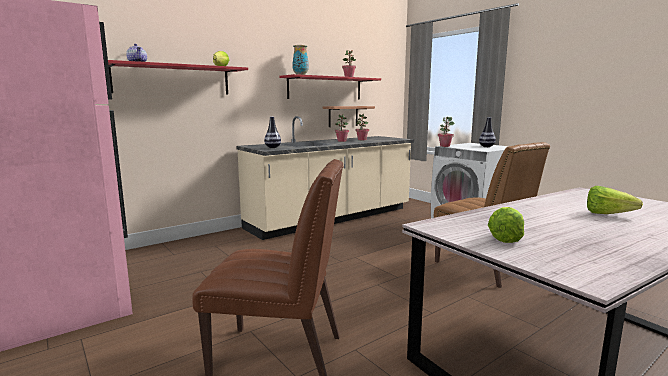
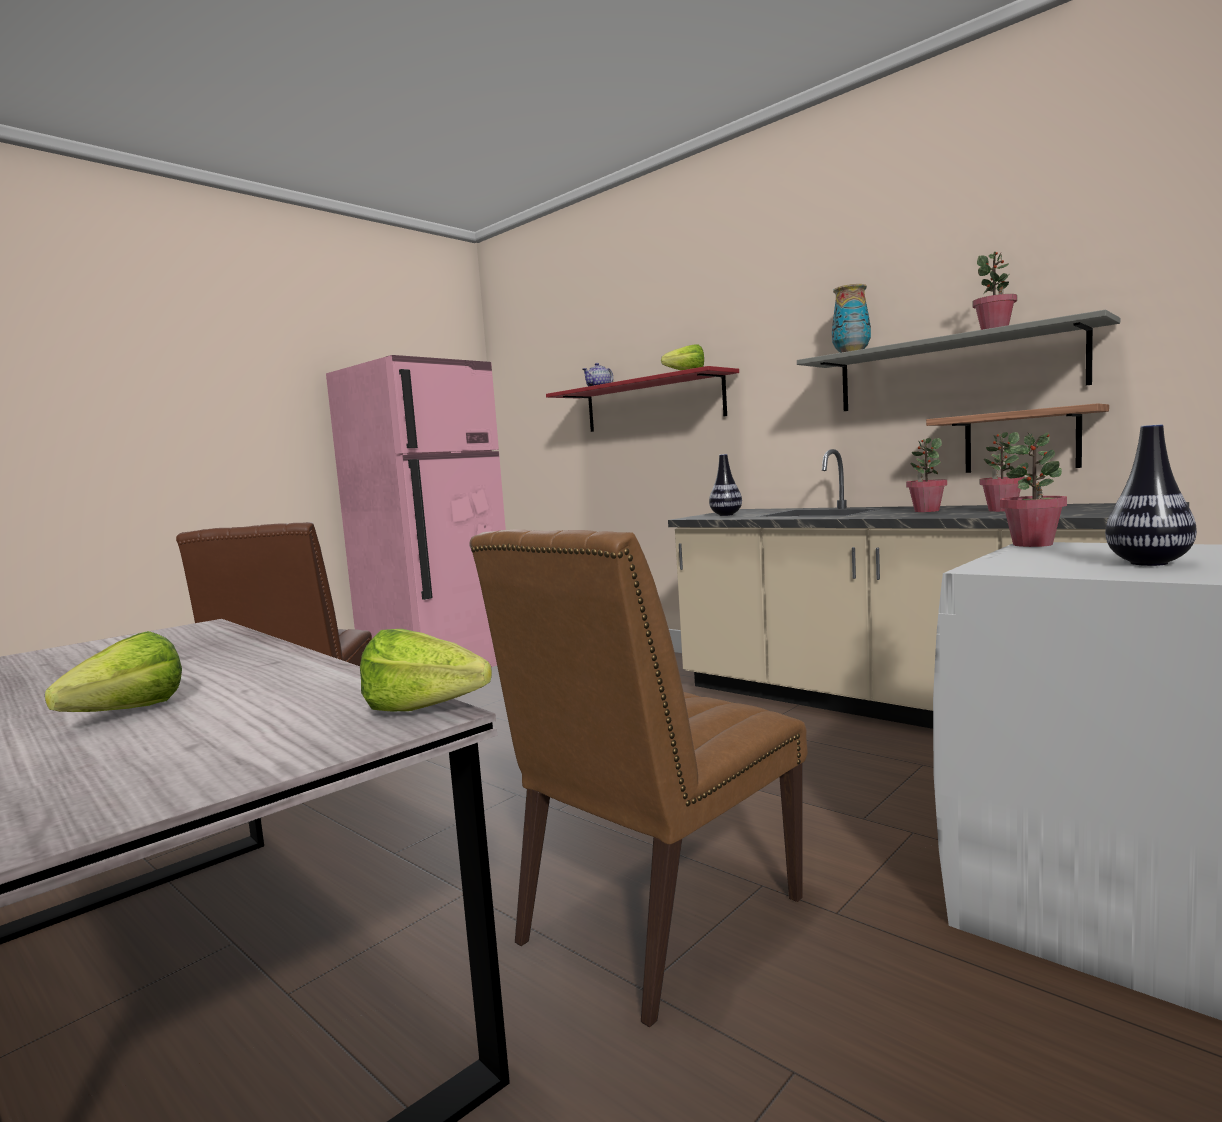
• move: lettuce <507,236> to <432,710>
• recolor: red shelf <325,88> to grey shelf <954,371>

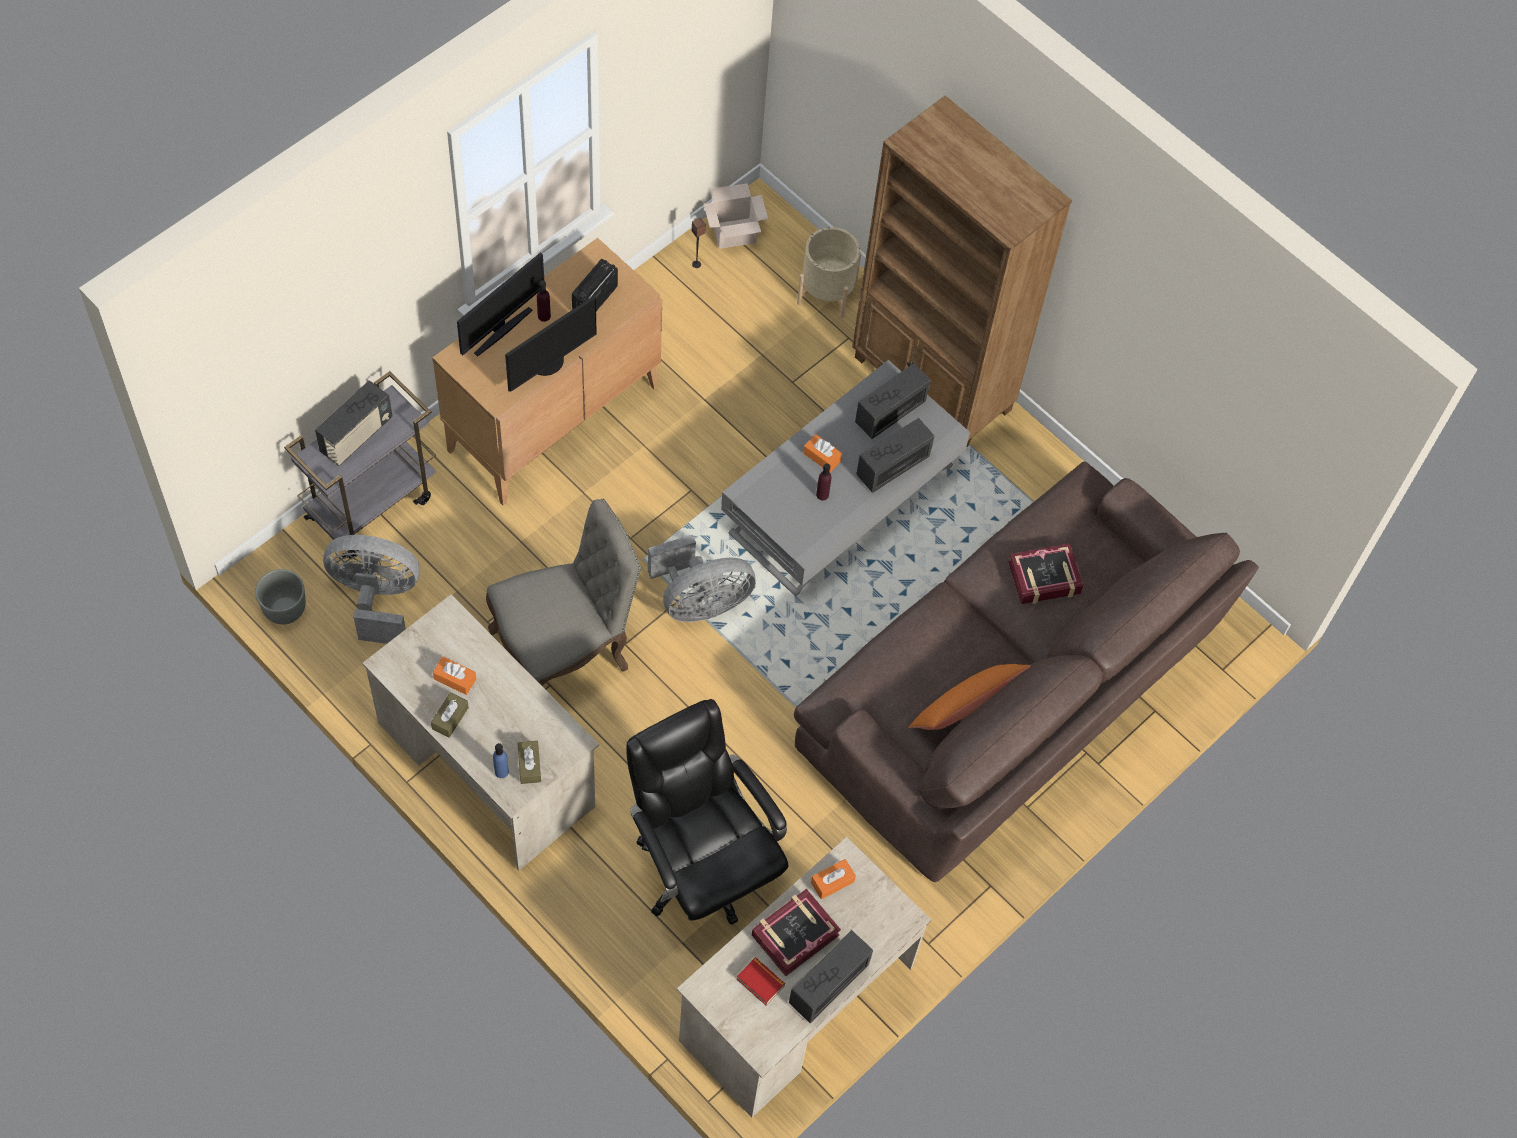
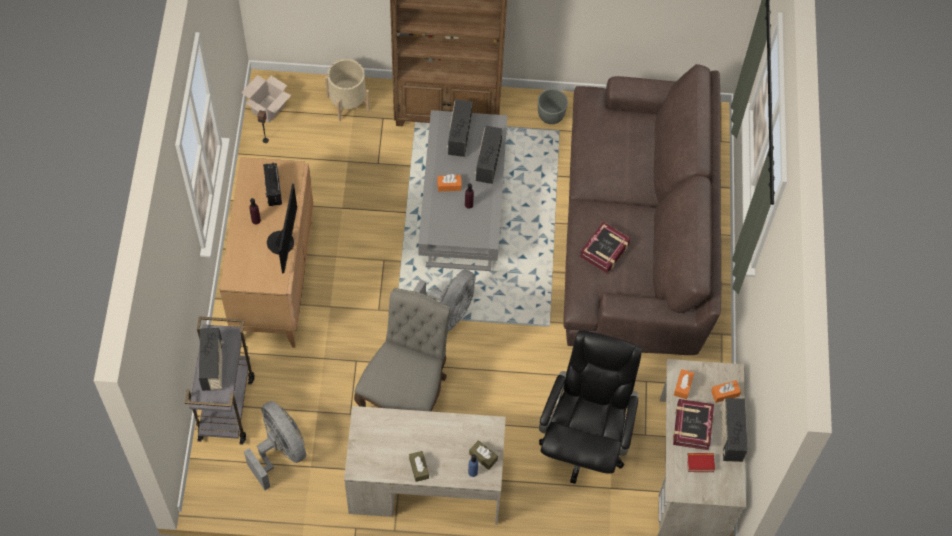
• delete: monitor <501,330>
• delete: orange pillow <965,708>
• move: grey planter <284,609> to <550,116>
• move: orange tissue box <455,679> to <725,393>
• move: book <1044,578> to <605,250>
• rotate: grey fan <377,599> = <280,451> 90 degrees clockwise
• rotate: black office chair <701,870> = <583,445> 90 degrees clockwise

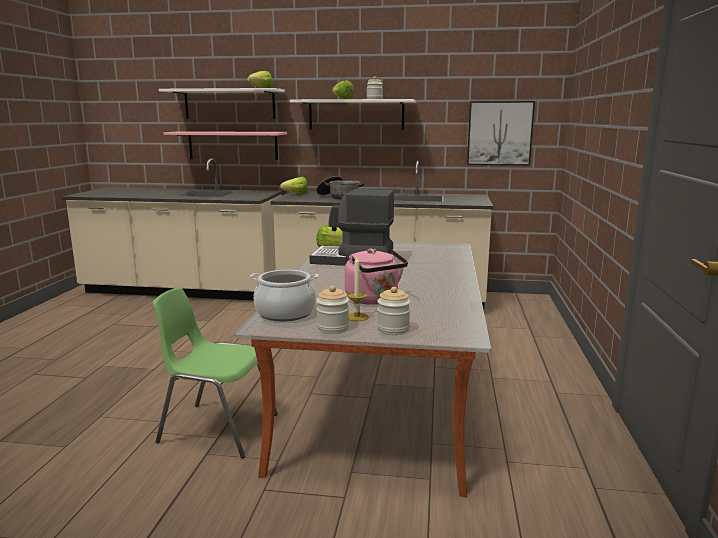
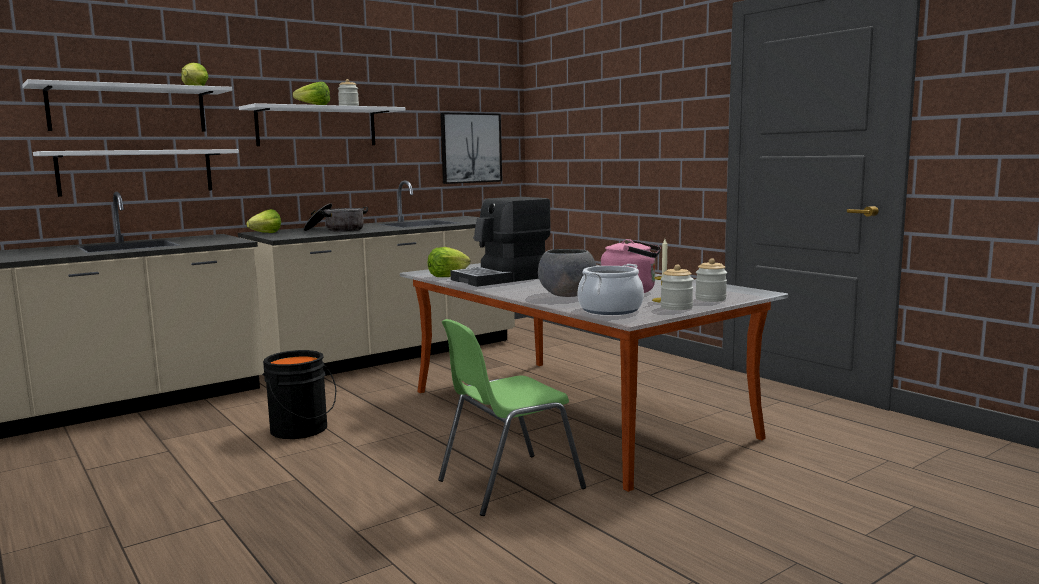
• insert: black bucket <301,430>
• insert: grey bowl <567,294>
• recolor: pink shelf <233,145> to white shelf <136,172>

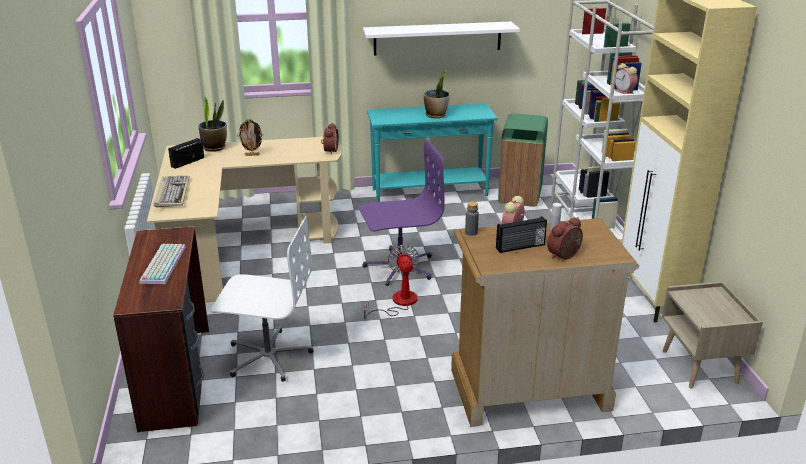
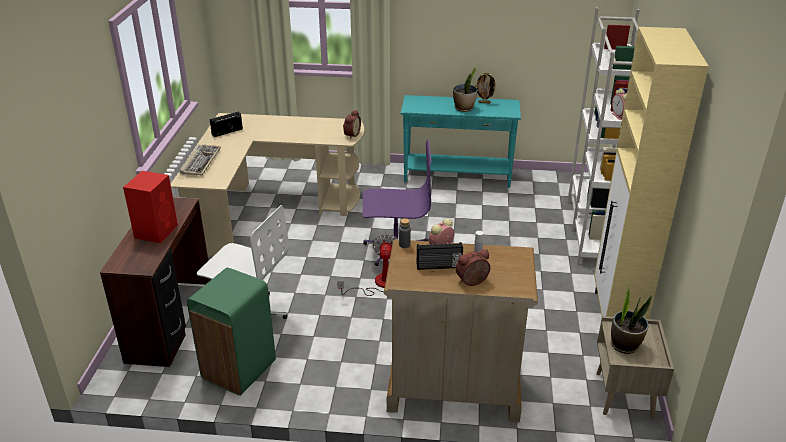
• delete: white shelf <437,38>
• move: potted plant <214,147> to <625,345>
• move: picture frame <252,155> to <484,102>
• move: green trash can <519,196> to <238,370>
• replace: keyboard <162,264> to red speaker <156,231>

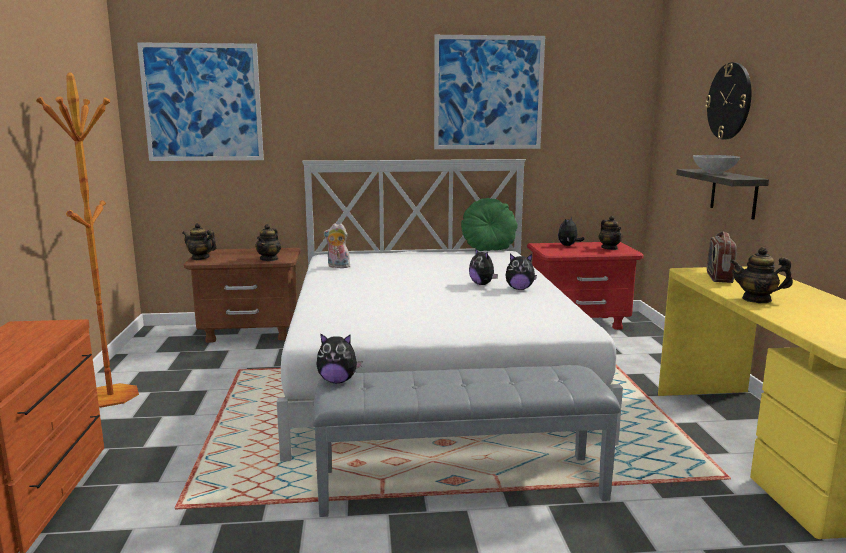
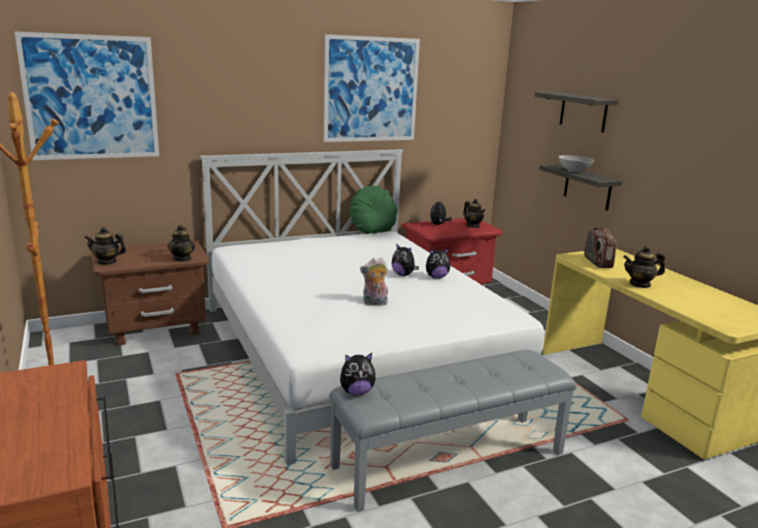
• move: plush toy <337,267> to <374,303>
• replace: wall clock <729,101> to shelf <583,112>

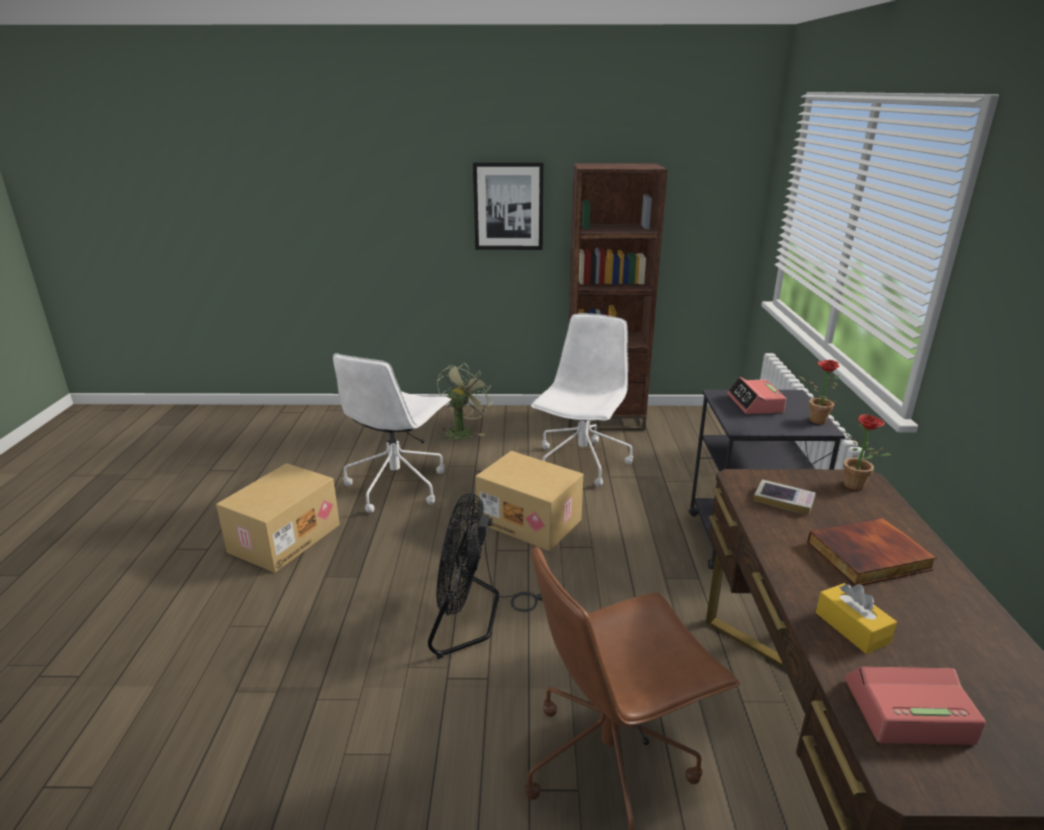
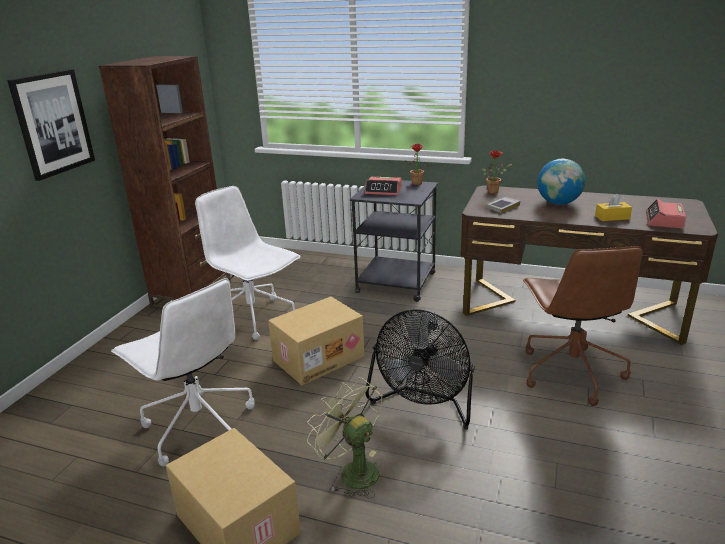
• move: green fan <462,431> to <352,471>
• replace: book <869,557> to globe <558,203>

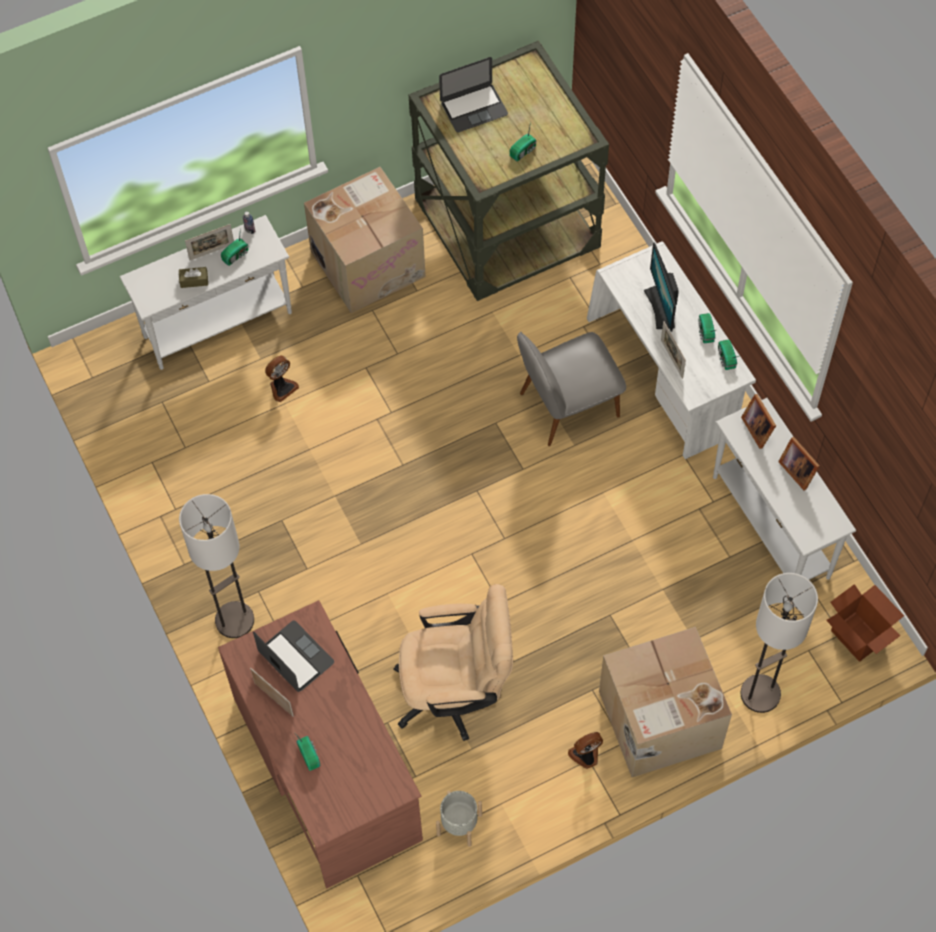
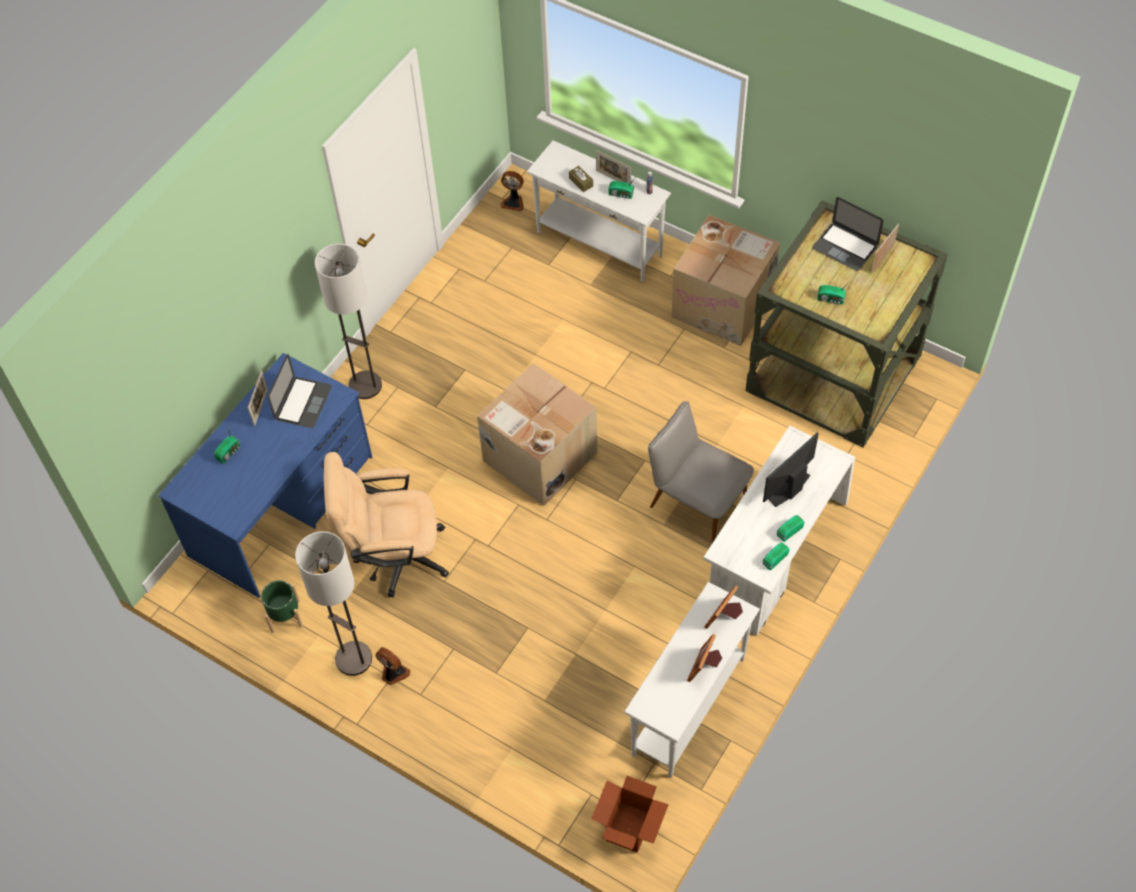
• move: fan <282,387> to <513,202>
• move: cardboard box <659,721> to <538,457>
• move: picture frame <671,359> to <882,259>
• move: floor lamp <760,694> to <353,659>
• recolor: brown desk <327,768> to blue desk <282,506>
• recolor: grey planter <459,825> to green planter <285,616>
• rotate: beige office chair <456,693> = <393,556> 120 degrees clockwise

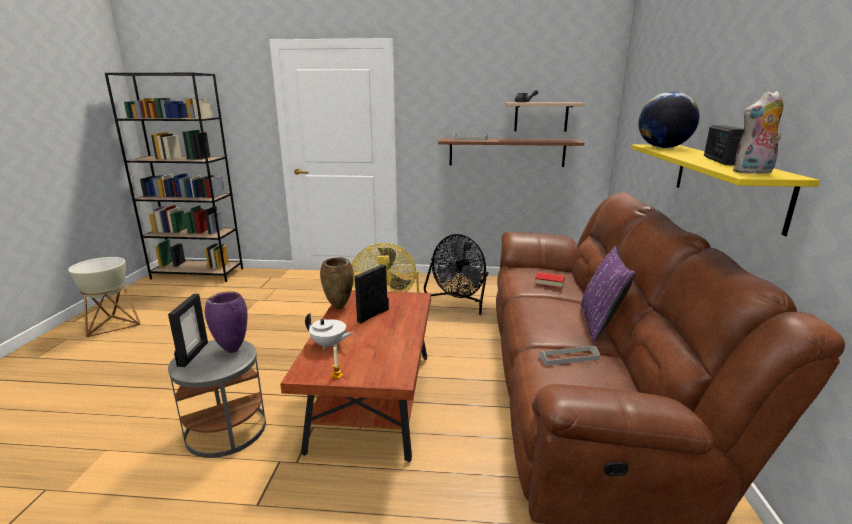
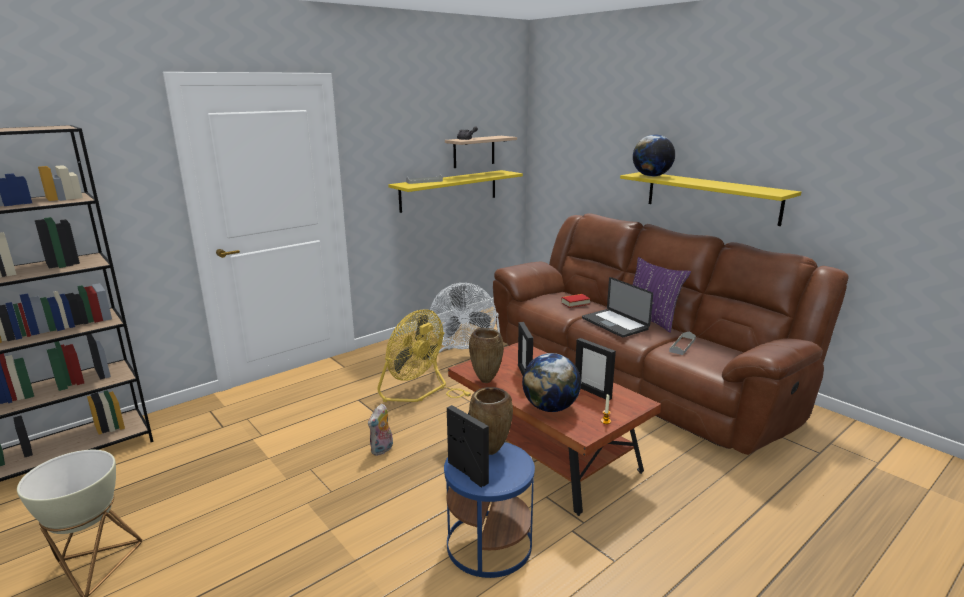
• delete: radio <721,161>
• insert: picture frame <593,391>
• insert: laptop <614,324>
• move: plush toy <753,172> to <382,450>
• replace: white teapot <329,345> to globe <550,408>
• recolor: grey side table <225,430> to blue side table <488,544>
• recolor: purple vase <231,350> to brown vase <490,452>
• recolor: black fan <459,300> to white fan <460,352>
• recolor: brown shelf <506,152> to yellow shelf <449,190>

